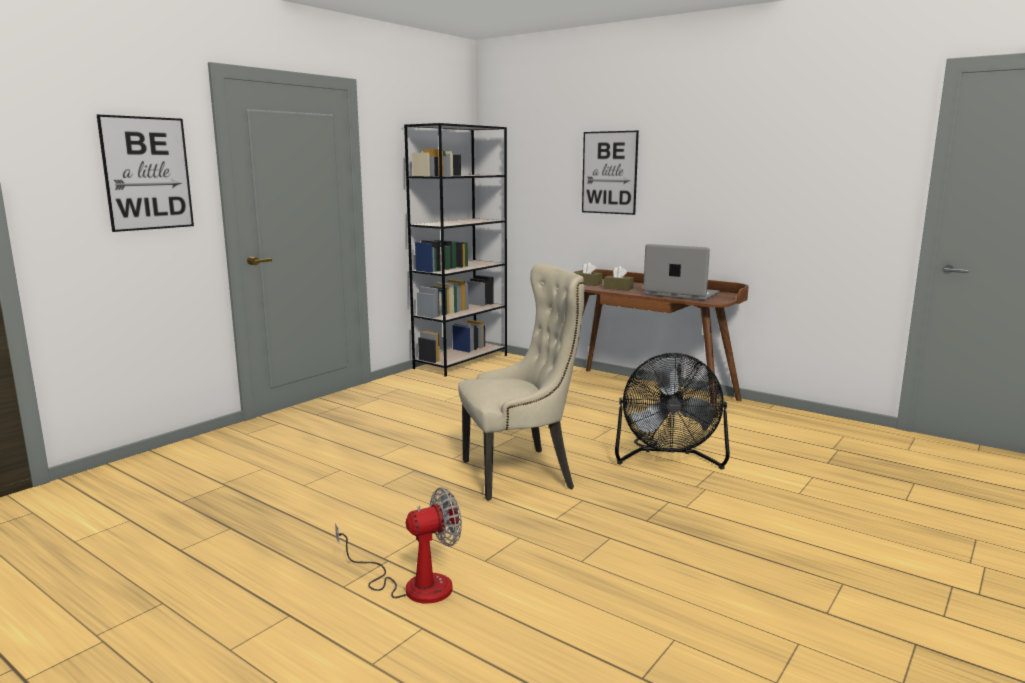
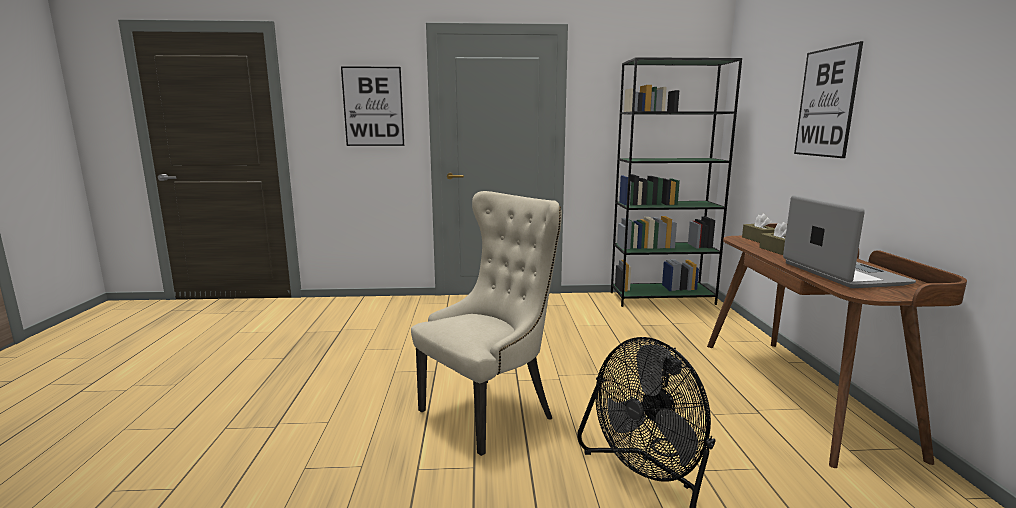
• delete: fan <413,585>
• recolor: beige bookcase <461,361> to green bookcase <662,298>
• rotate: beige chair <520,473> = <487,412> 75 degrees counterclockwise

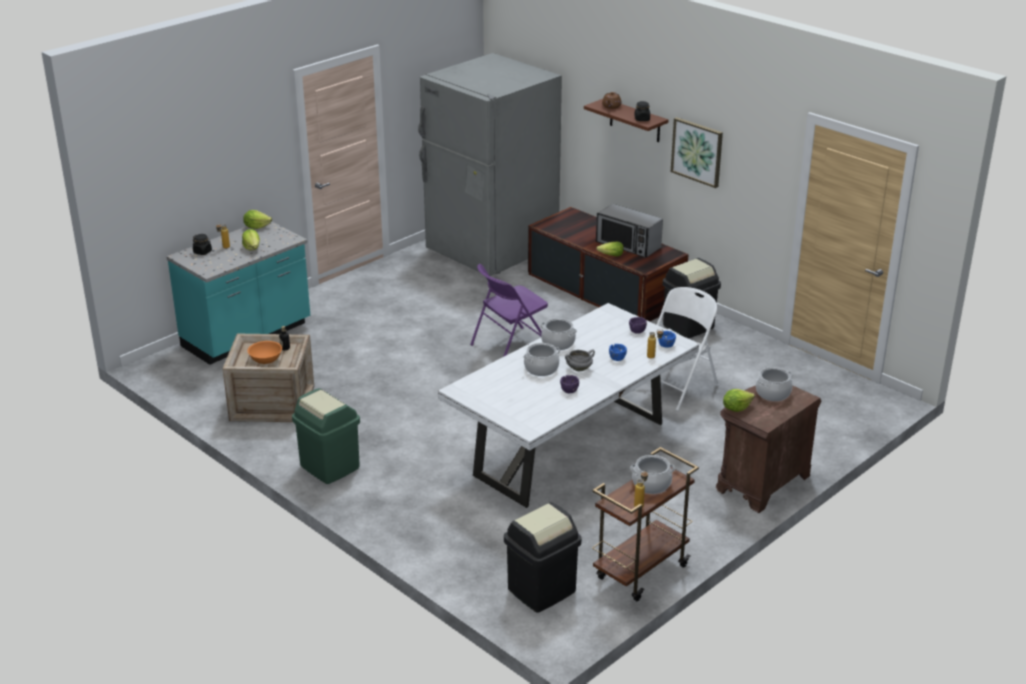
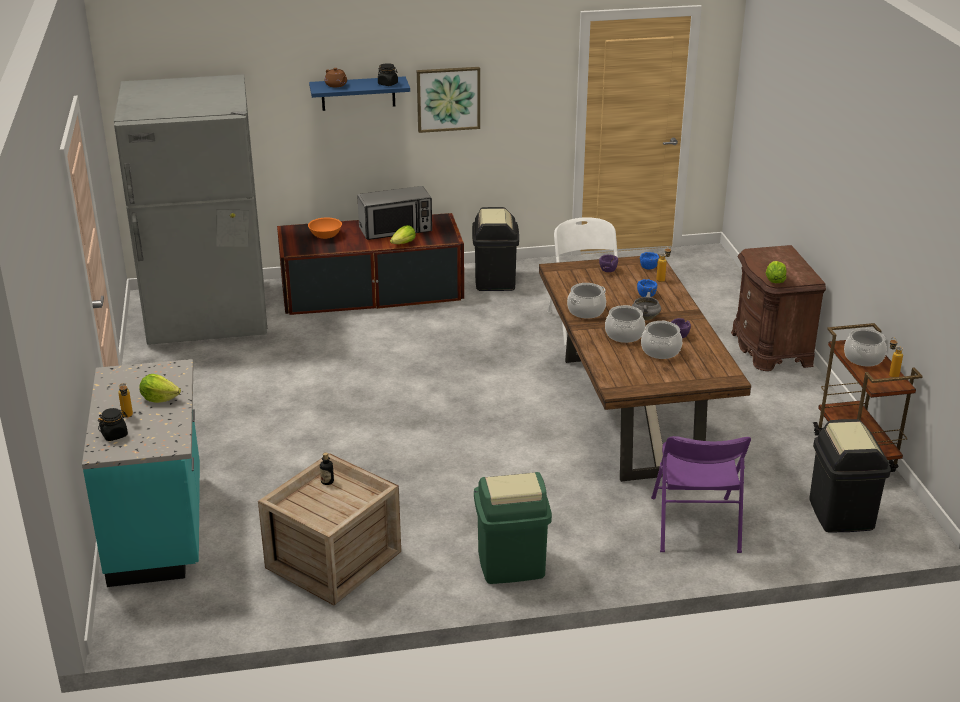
• delete: lettuce <256,227>
• move: orange bowl <266,360> to <326,235>
• move: purple chair <511,347> to <694,525>
• move: cooking pot <773,393> to <660,350>
• recolor: white dining table <569,450> to brown dining table <630,414>
• recolor: brown shelf <635,121> to blue shelf <358,93>

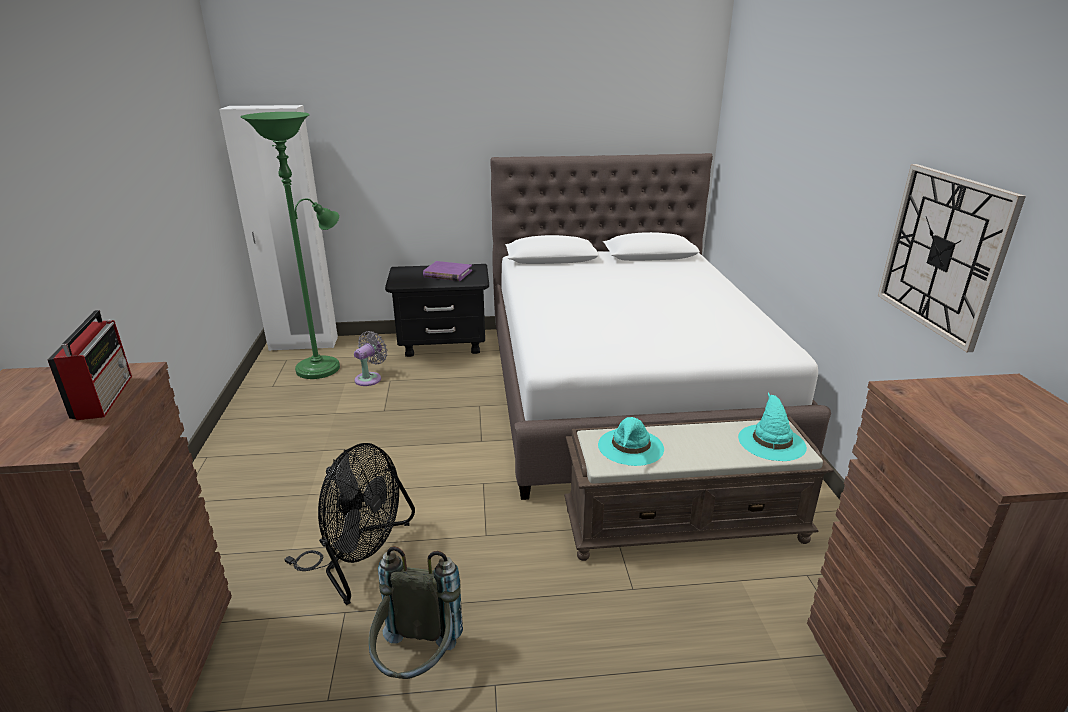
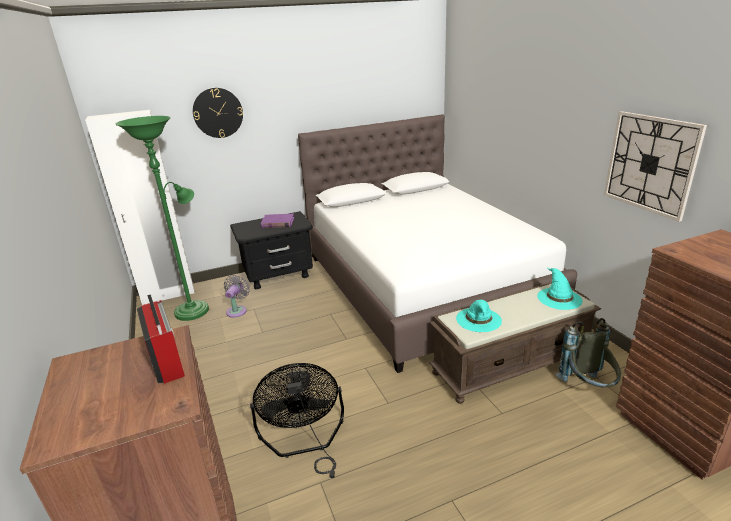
• insert: wall clock <218,113>
• move: grey backpack <417,665> to <588,387>
• rotate: black fan <356,558> = <306,442> 105 degrees counterclockwise

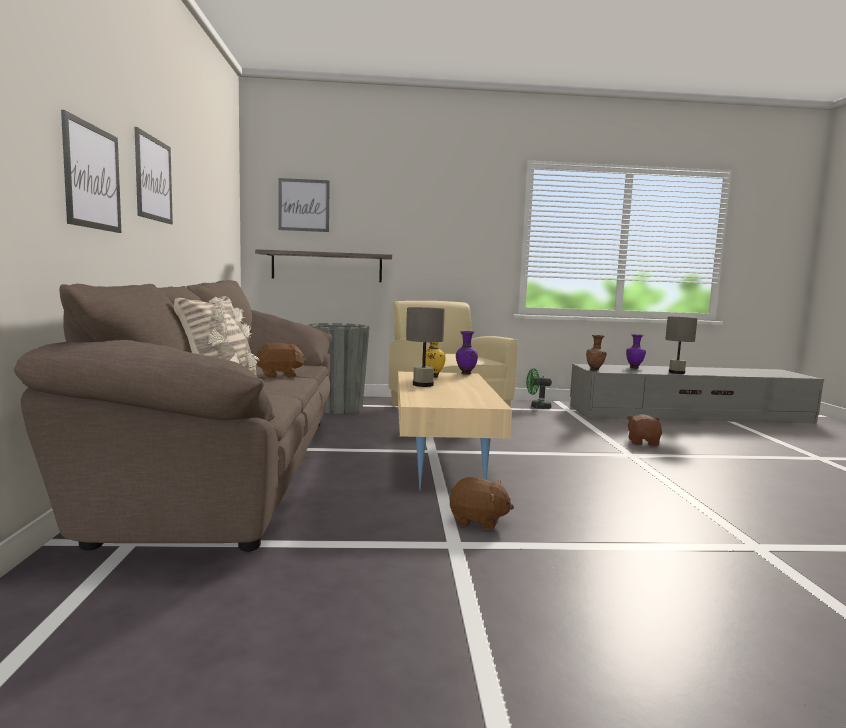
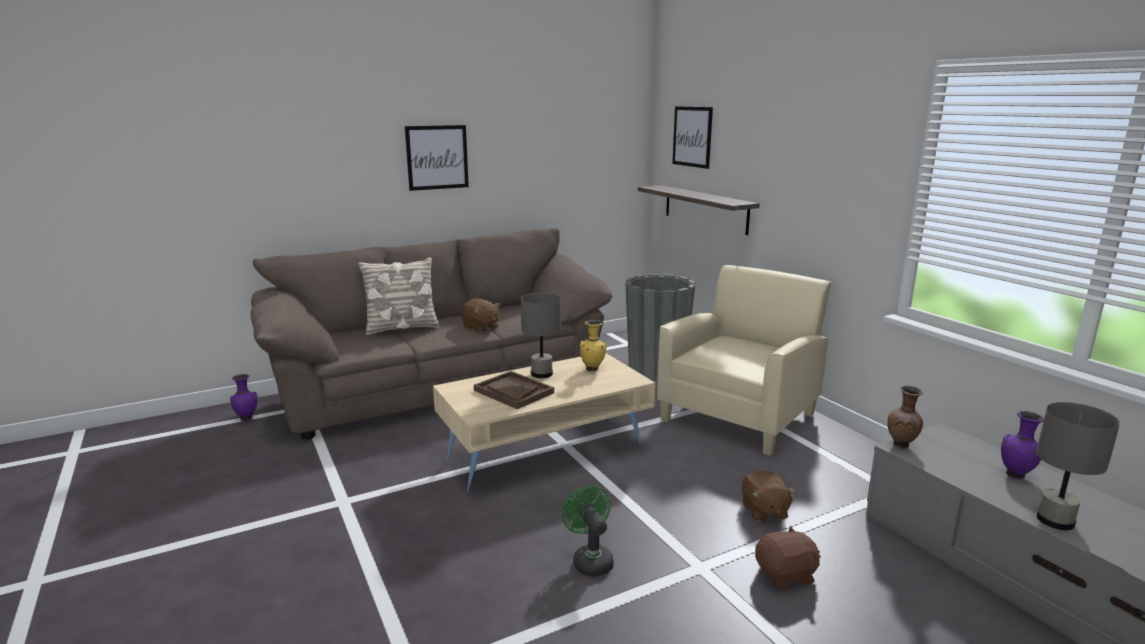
• delete: picture <92,177>
• insert: brown tray <513,391>
• move: brown plush toy <478,521> to <764,511>
• move: purple vase <465,374> to <247,418>
• move: green fan <537,407> to <590,560>

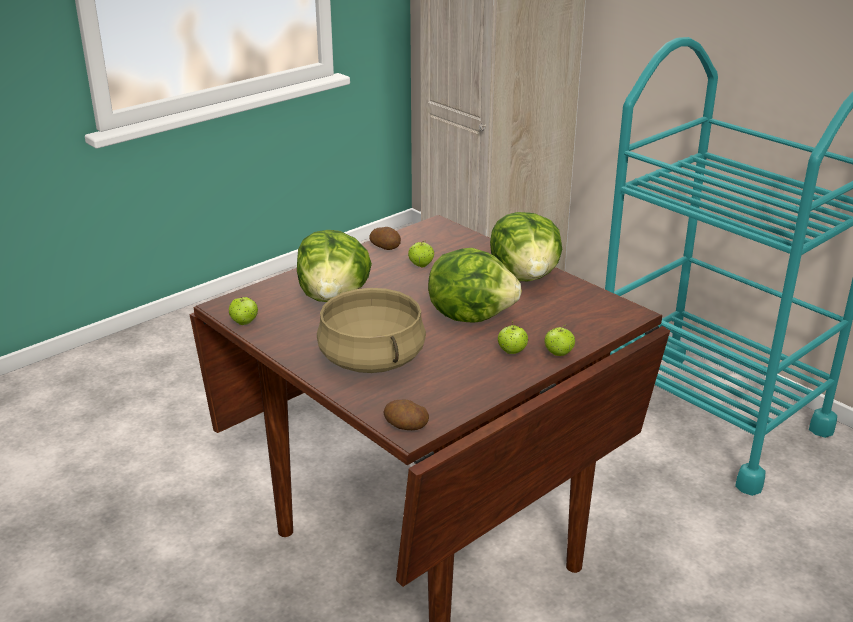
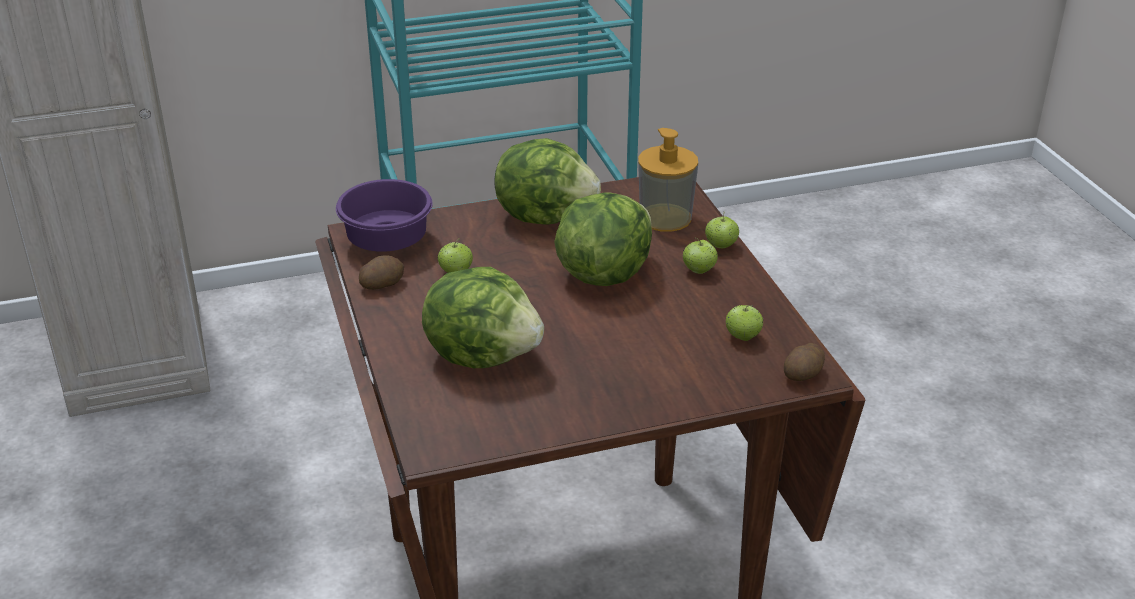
• delete: beige cooking pot <373,359>
• insert: purple bowl <387,243>
• insert: soap dispenser <665,218>
• move: apple <244,322> to <742,337>

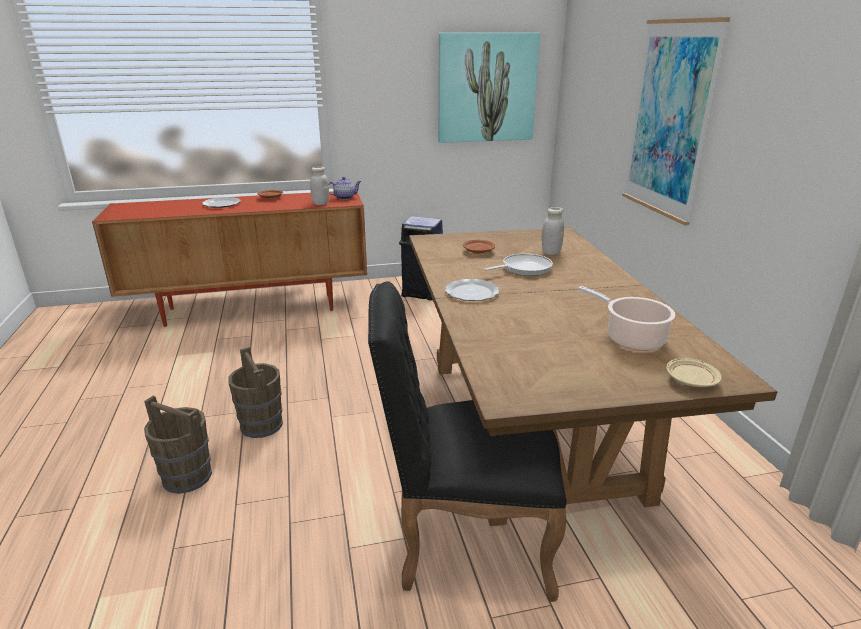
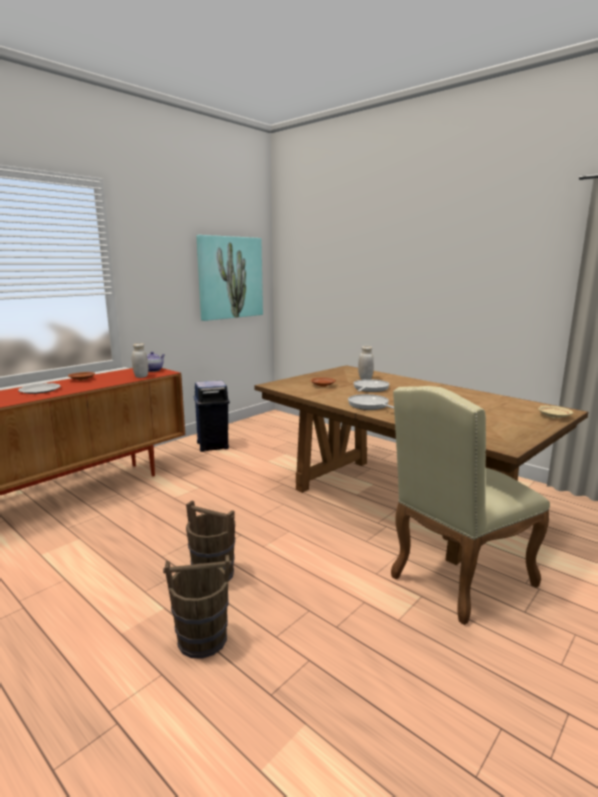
• delete: cooking pot <631,338>
• delete: picture <669,120>
• replace: plate <471,293> to frying pan <369,405>
• recolor: black chair <467,541> to beige chair <456,579>

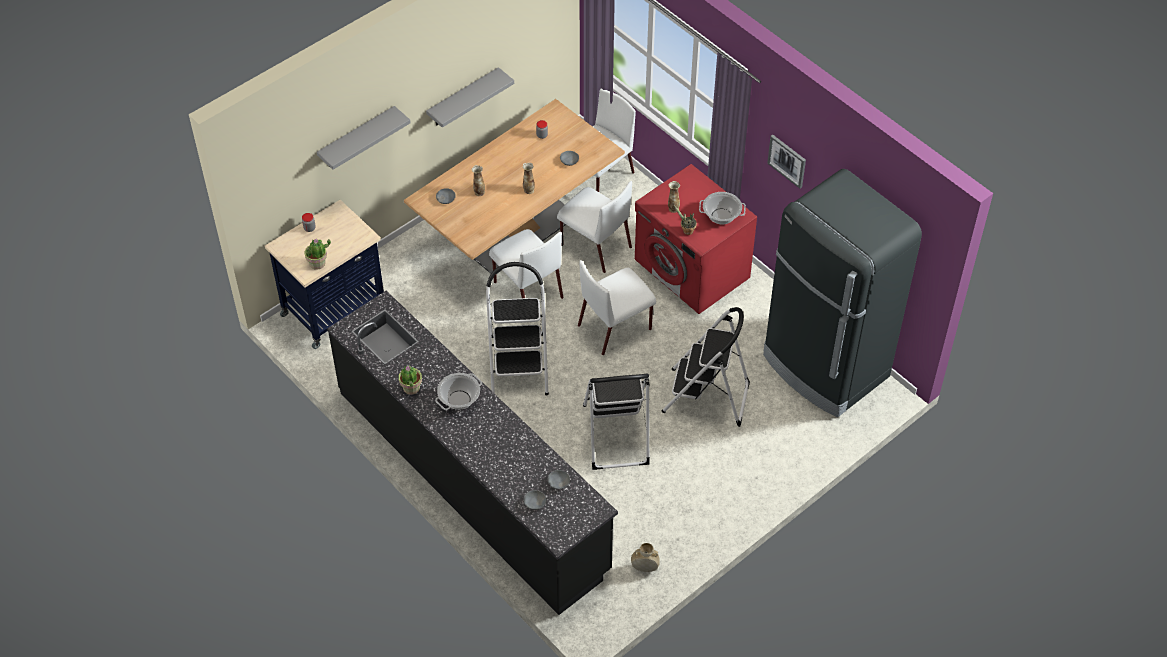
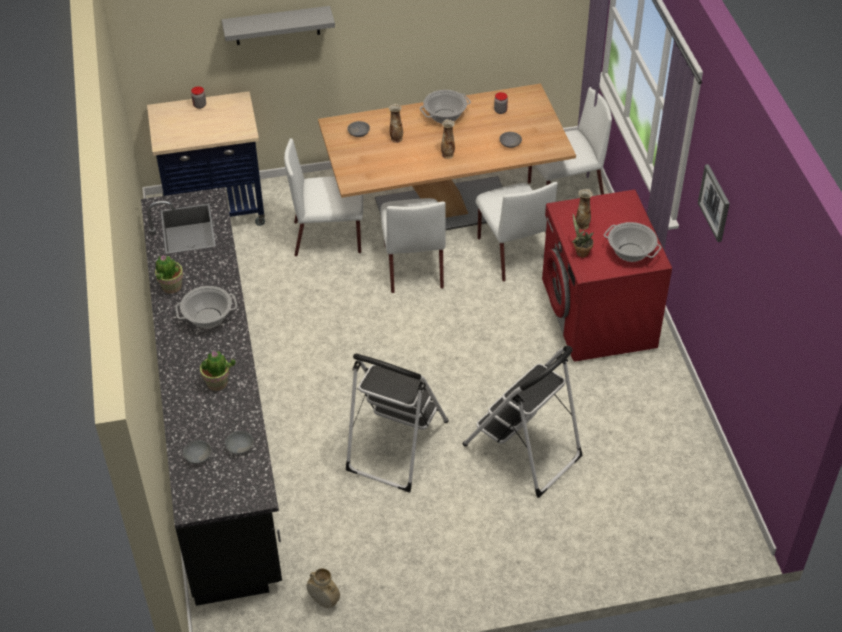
• delete: grey shelf <463,98>
• delete: step ladder <519,363>
• delete: black fridge <825,367>
• insert: cooking pot <445,117>
• move: potted plant <317,263> to <217,383>
• move: white chair <615,326> to <329,237>

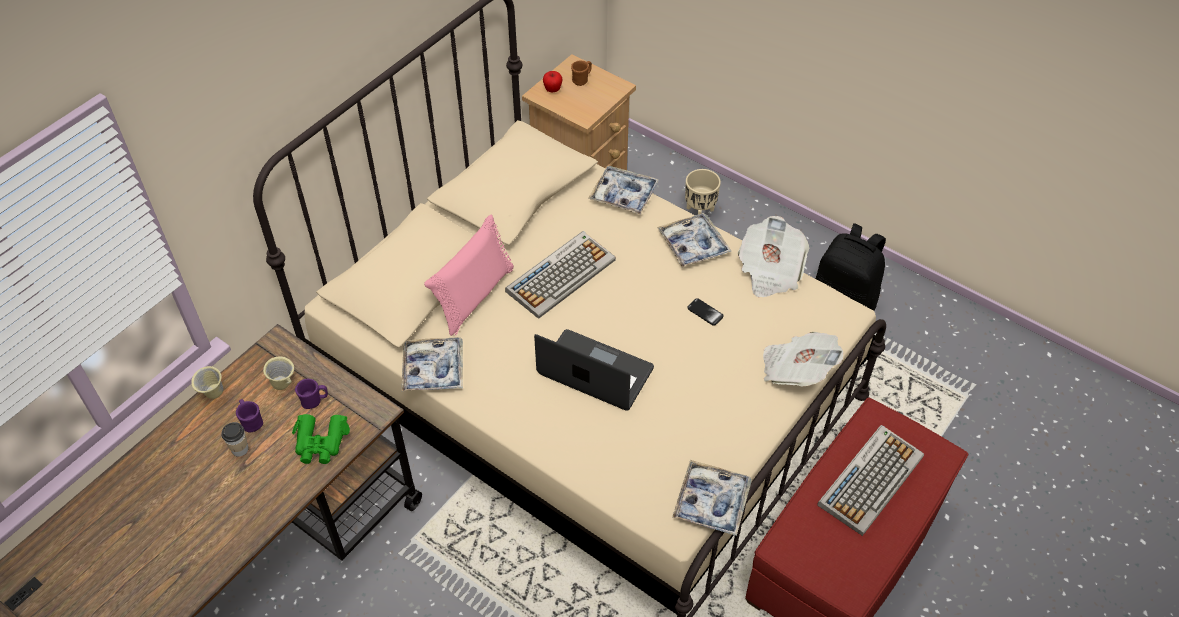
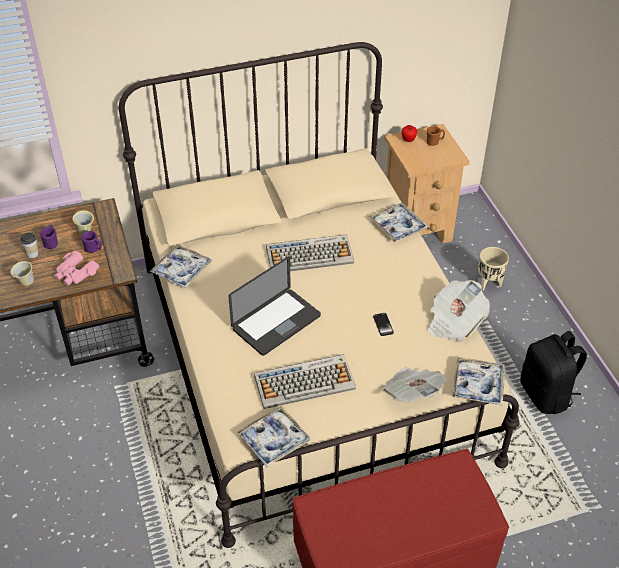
• delete: pink pillow <474,296>
• move: beige mug <213,395> to <25,283>
• move: tray <693,245> to <478,385>
• move: keyboard <870,479> to <305,382>
• recolor: green binoculars <320,443> to pink binoculars <75,273>
• rotate: laptop <595,372> = <276,323> 75 degrees clockwise

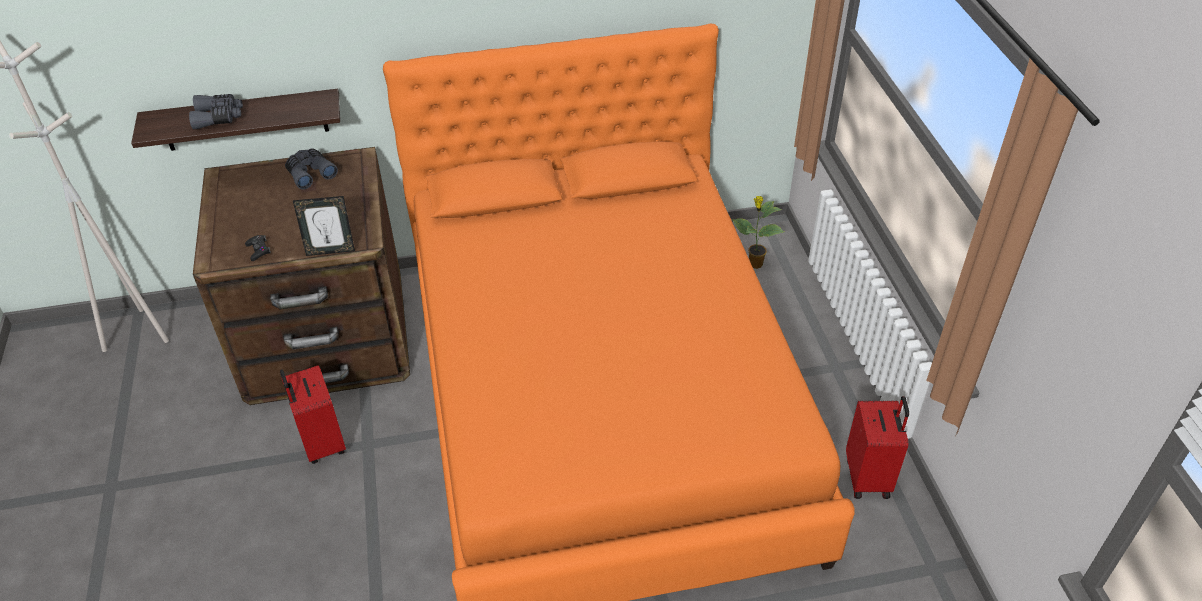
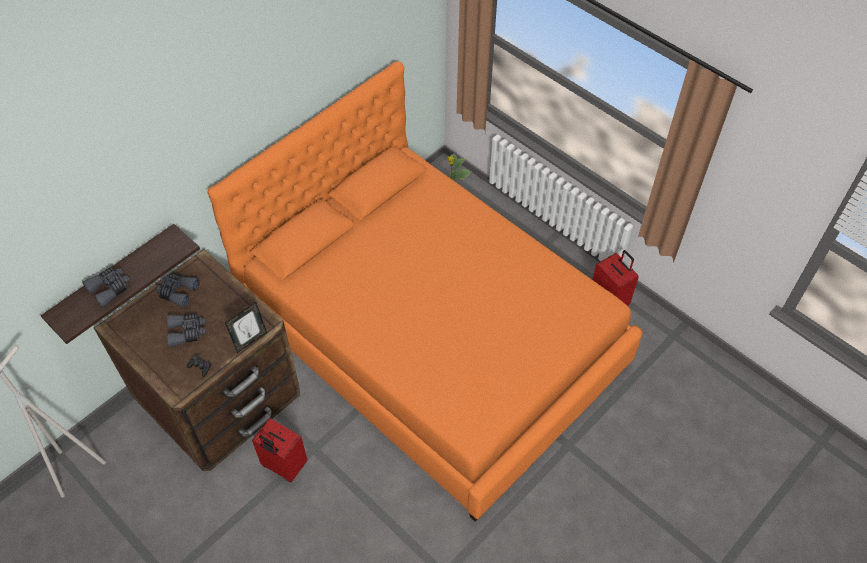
• insert: grey binoculars <187,332>

